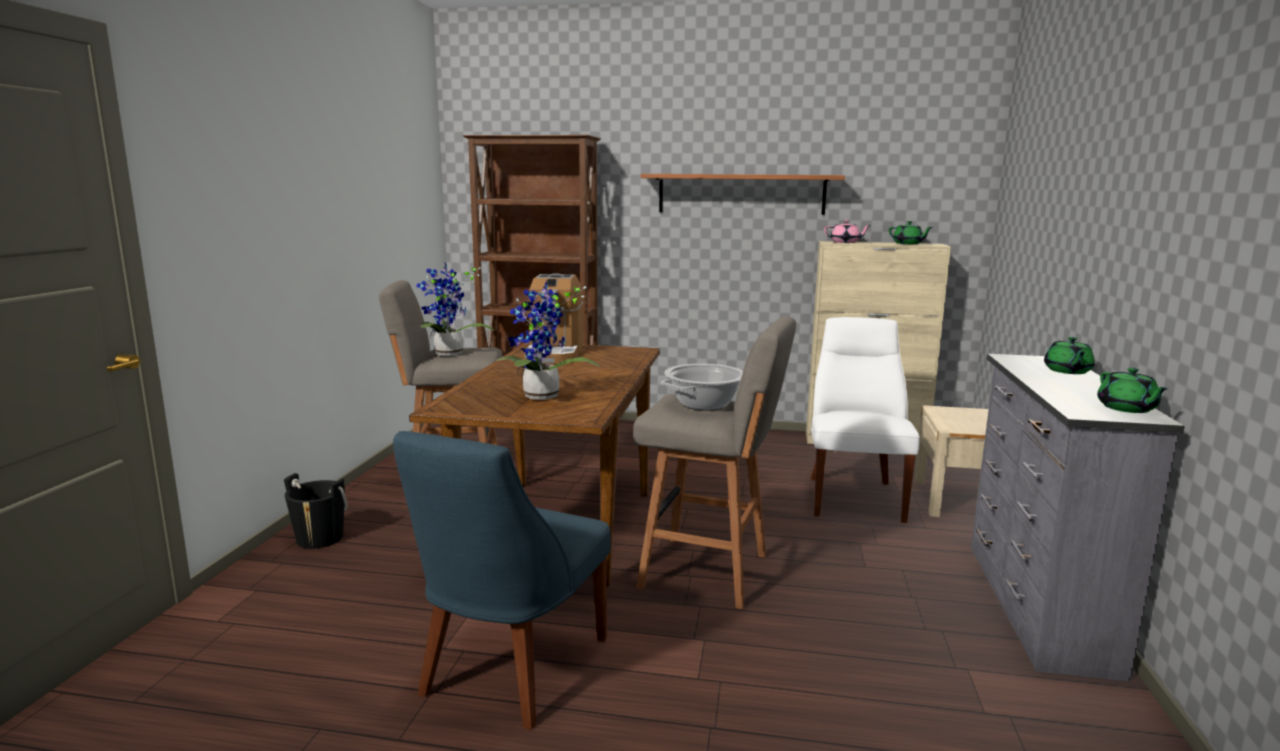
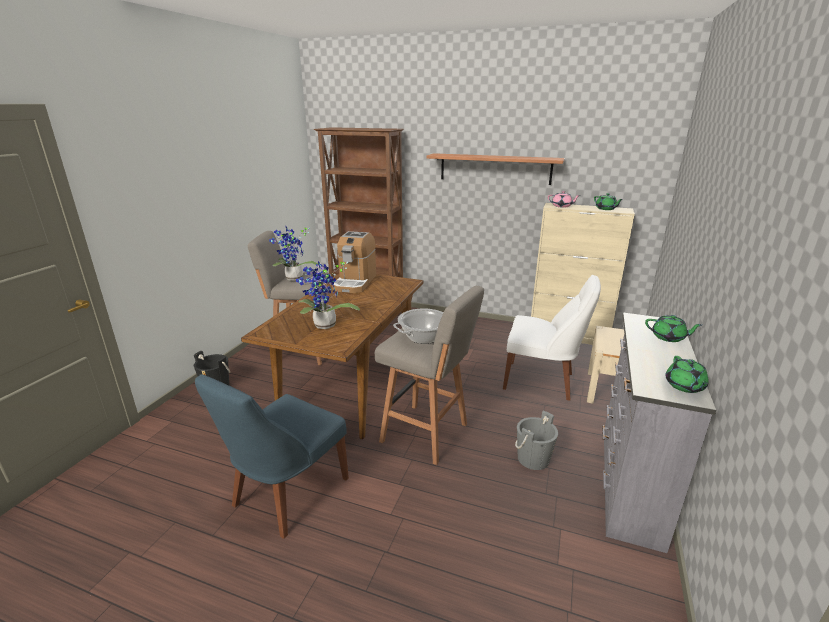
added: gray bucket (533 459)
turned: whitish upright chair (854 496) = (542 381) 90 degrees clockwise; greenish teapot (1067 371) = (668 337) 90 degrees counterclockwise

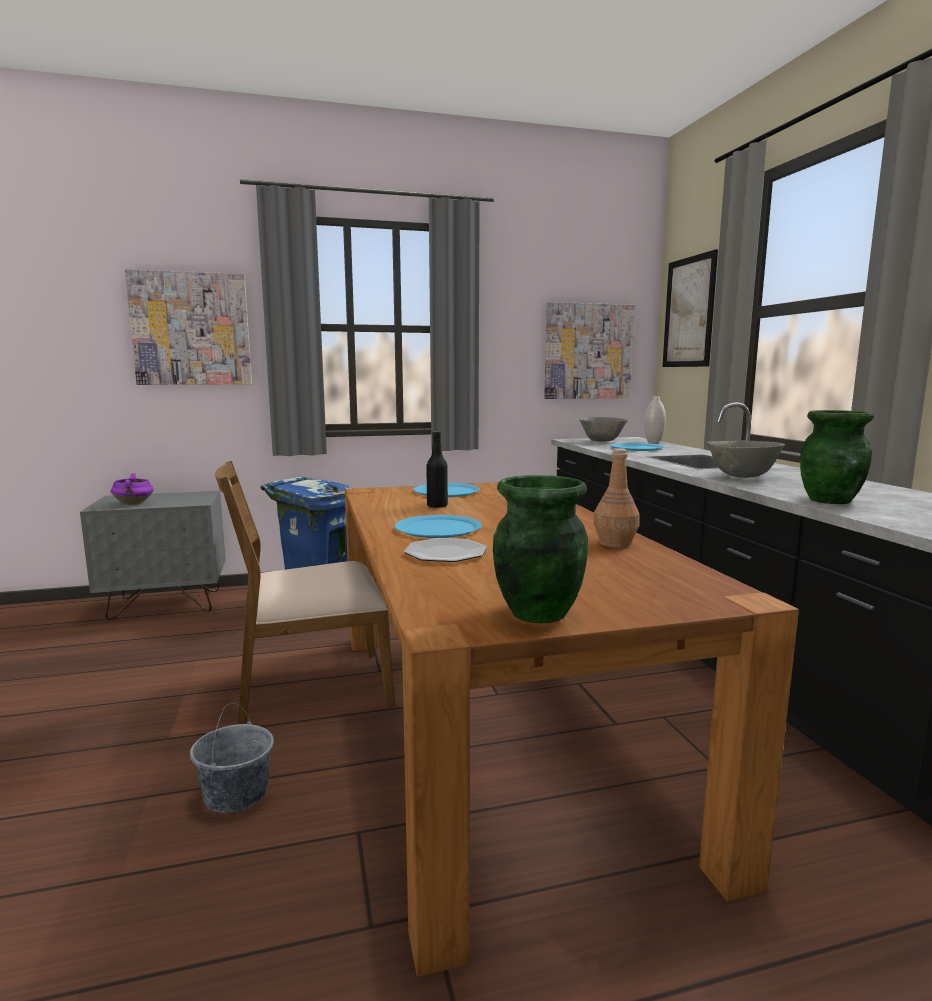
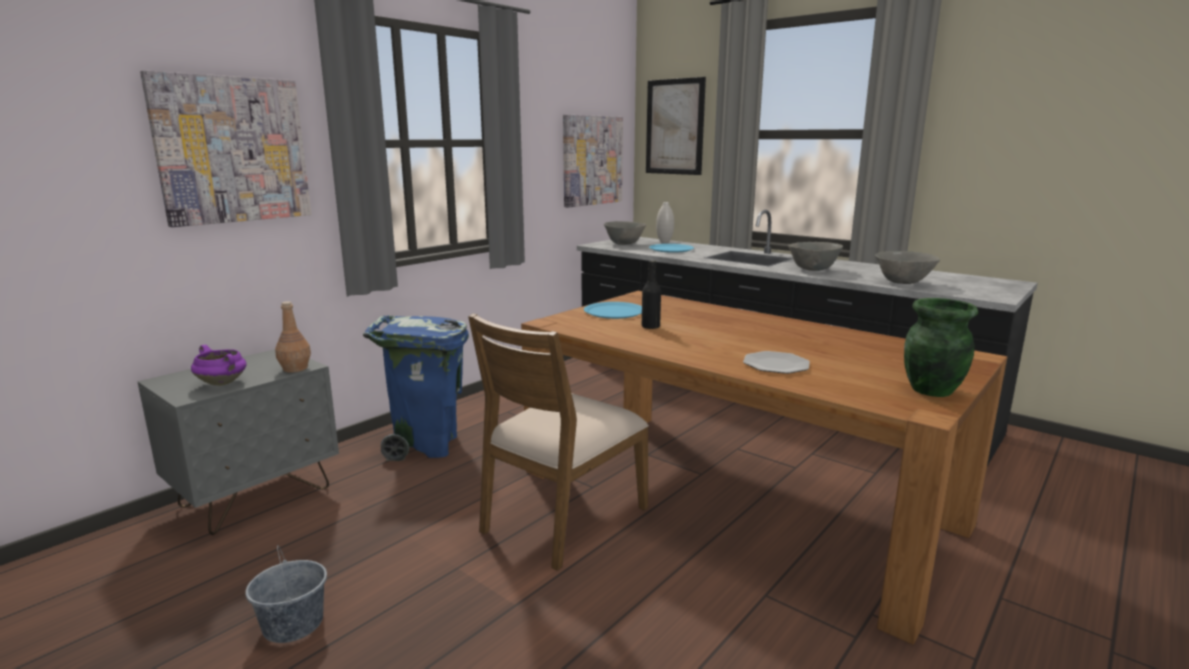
removed: bluish dinner plate (438 528)
moved: gray bucket (236 794) to (293 624); brown-coloured beverage bottle (614 543) to (295 369)
replaced: greenish decorative vase (830 500) to gray bowl (903 283)

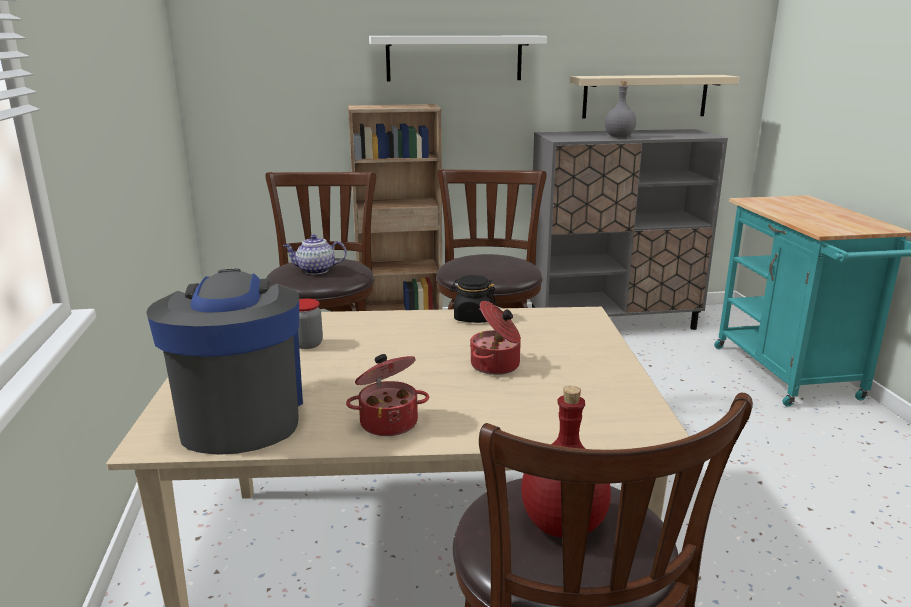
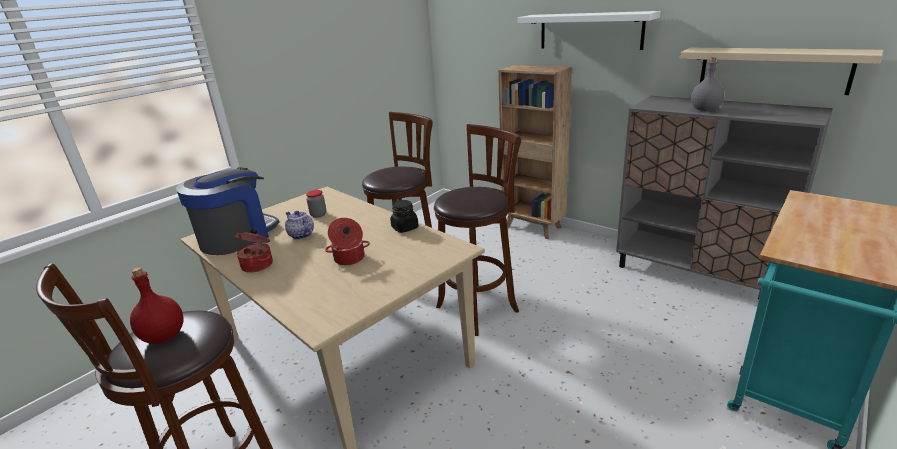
moved: teapot (315 270) to (301 235)

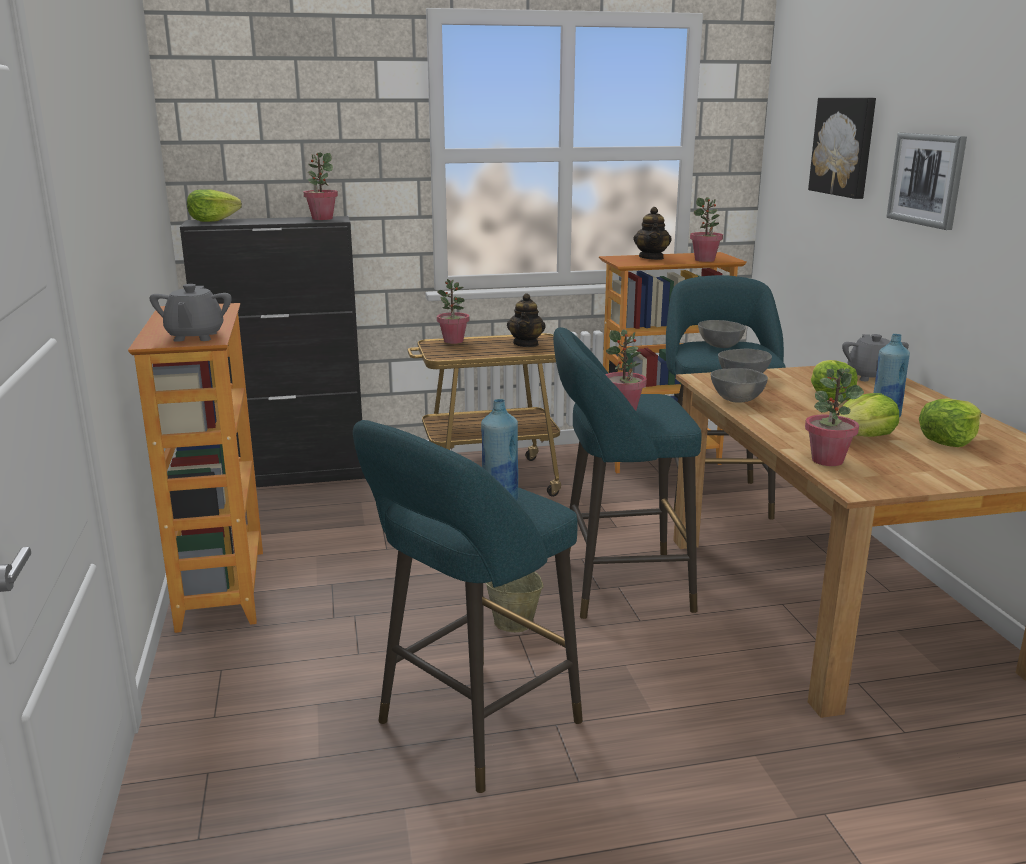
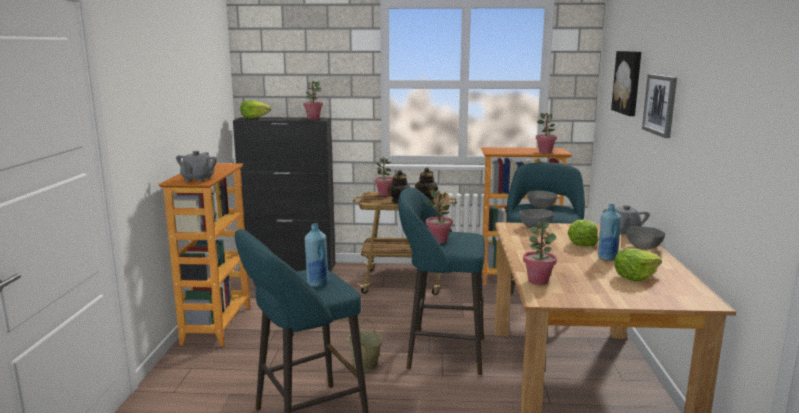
removed: head of lettuce (864 437)
moved: teapot (651 258) to (400 201); gray bowl (736 400) to (642 247)

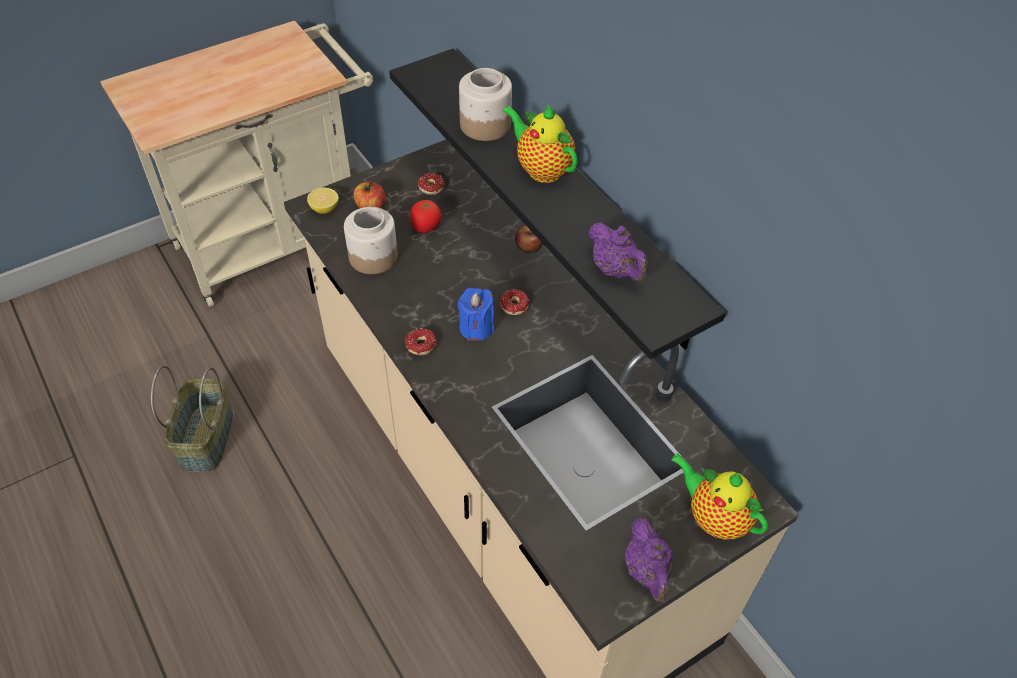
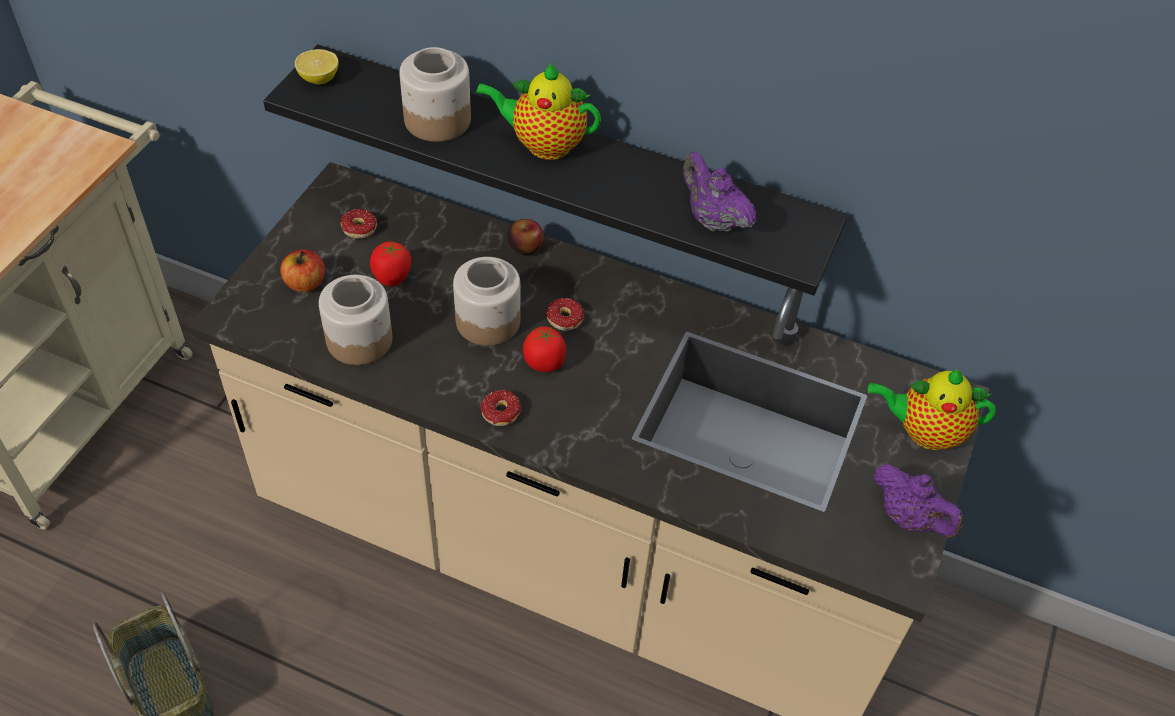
added: jar (488 321)
moved: lemon (324 208) to (319 78)
replaced: bluish candle (476 328) to whole tomato (544 363)
turned: purplish teapot (615 270) = (713 219) 150 degrees counterclockwise

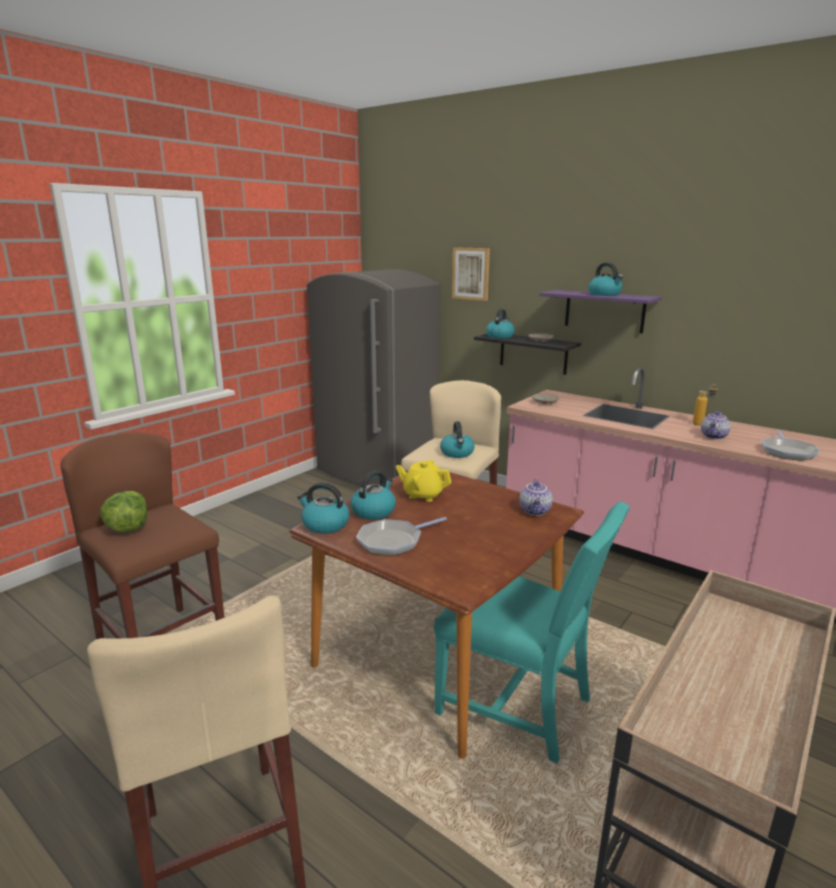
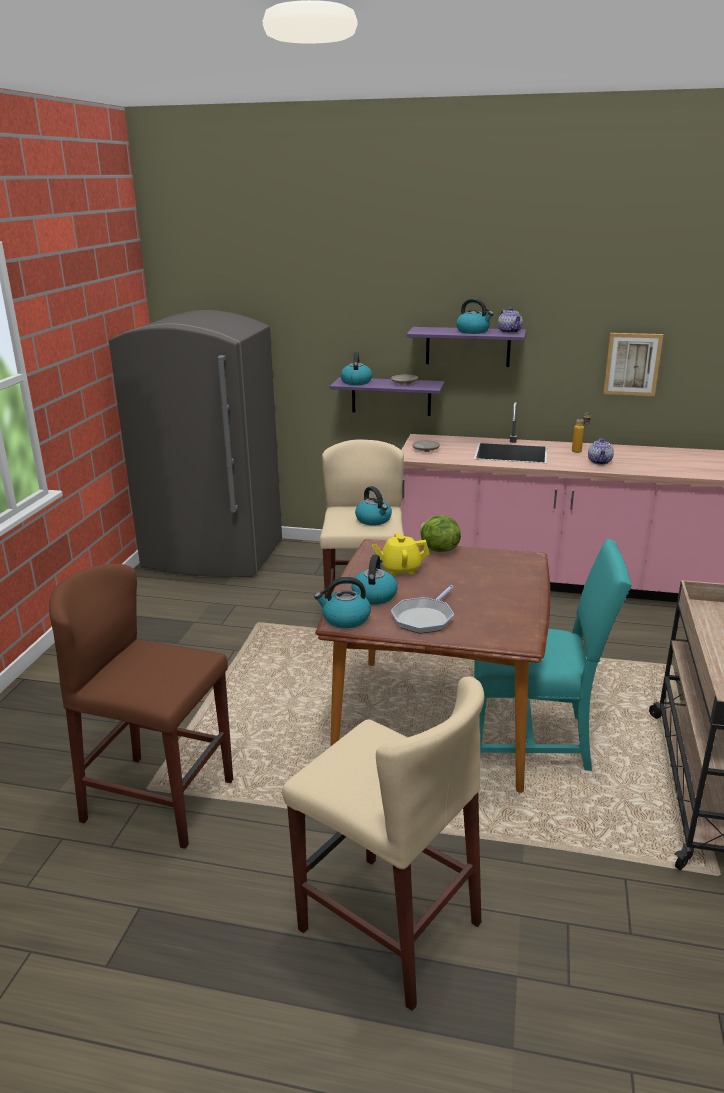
removed: frying pan (787 452)
moved: head of lettuce (127 529) to (438 549); wall art (471 273) to (632 364); teapot (535 511) to (510 332)
recoloured: blackish wall shelf (533 353) to purplish wall shelf (391 396)

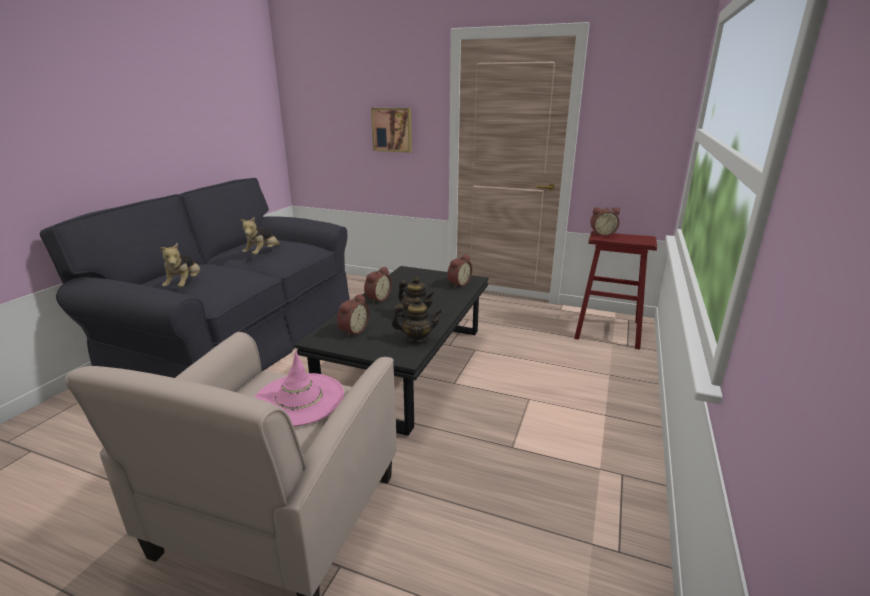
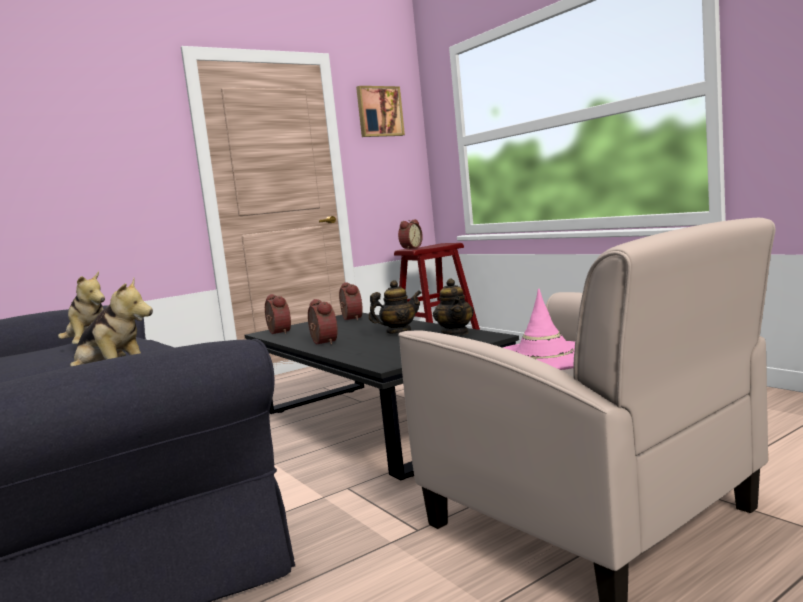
moved: bedside clock (352 331) to (277 333); wall art (392 129) to (379 112)
turned: teapot (417 339) = (455 333) 135 degrees clockwise

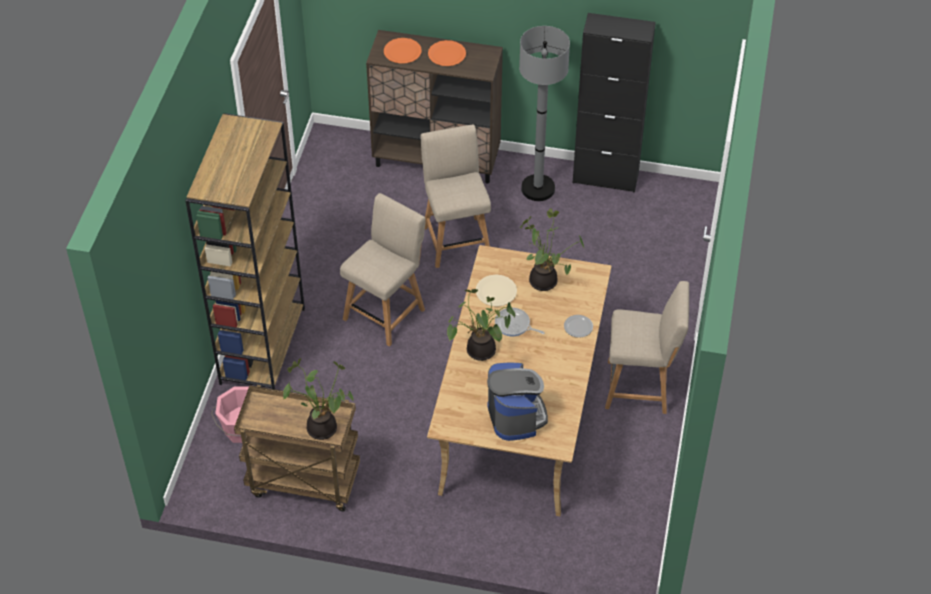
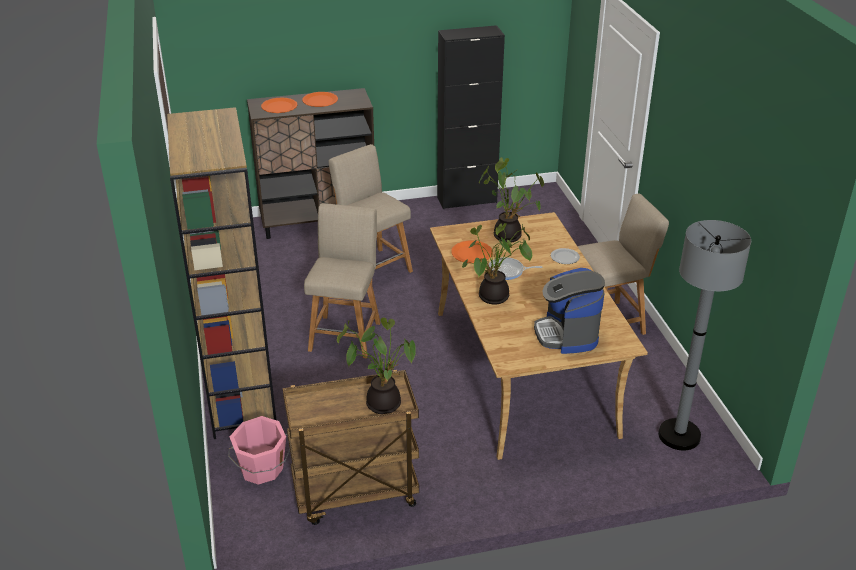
moved: gray standing lamp (538 189) to (679 436)
recoloured: beige-coloured dinner plate (496 291) to orangey dinner plate (472 253)
turned: coffee brewer (515 416) = (567 334) 150 degrees counterclockwise

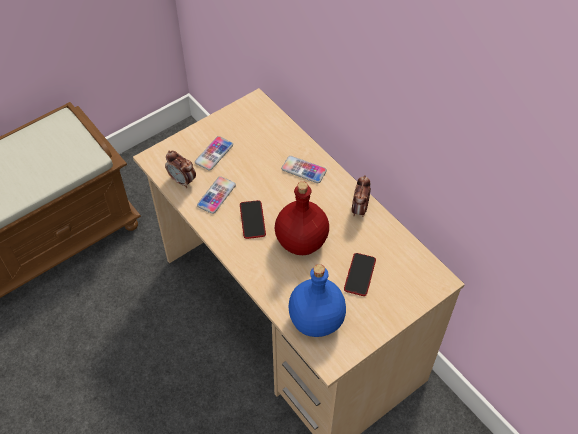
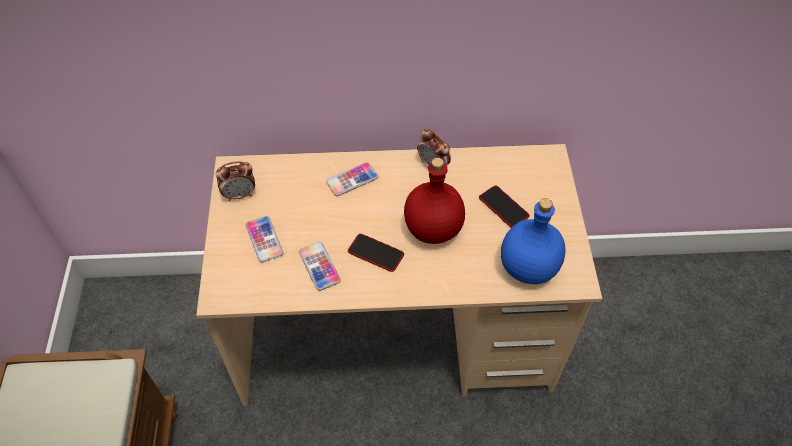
moved: bedside clock (182 181) to (240 194)

